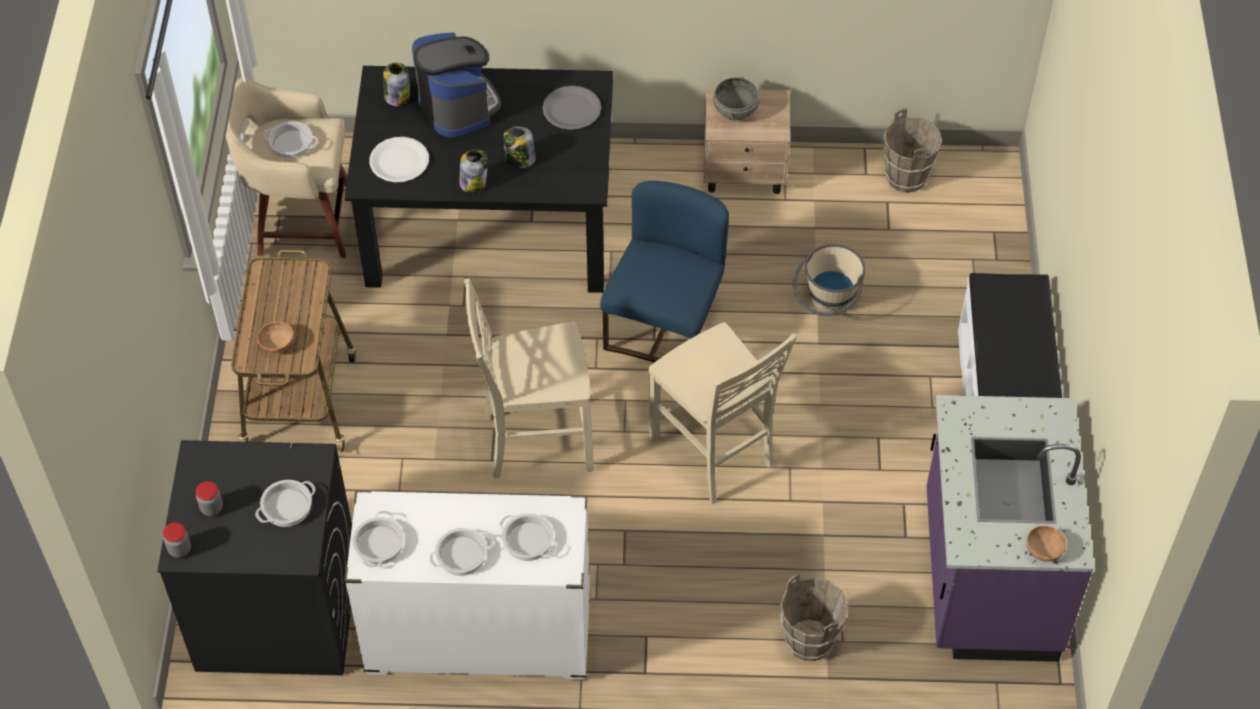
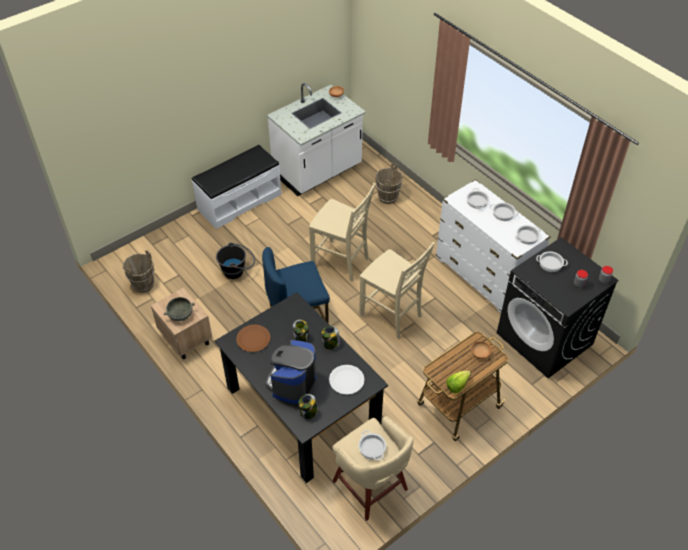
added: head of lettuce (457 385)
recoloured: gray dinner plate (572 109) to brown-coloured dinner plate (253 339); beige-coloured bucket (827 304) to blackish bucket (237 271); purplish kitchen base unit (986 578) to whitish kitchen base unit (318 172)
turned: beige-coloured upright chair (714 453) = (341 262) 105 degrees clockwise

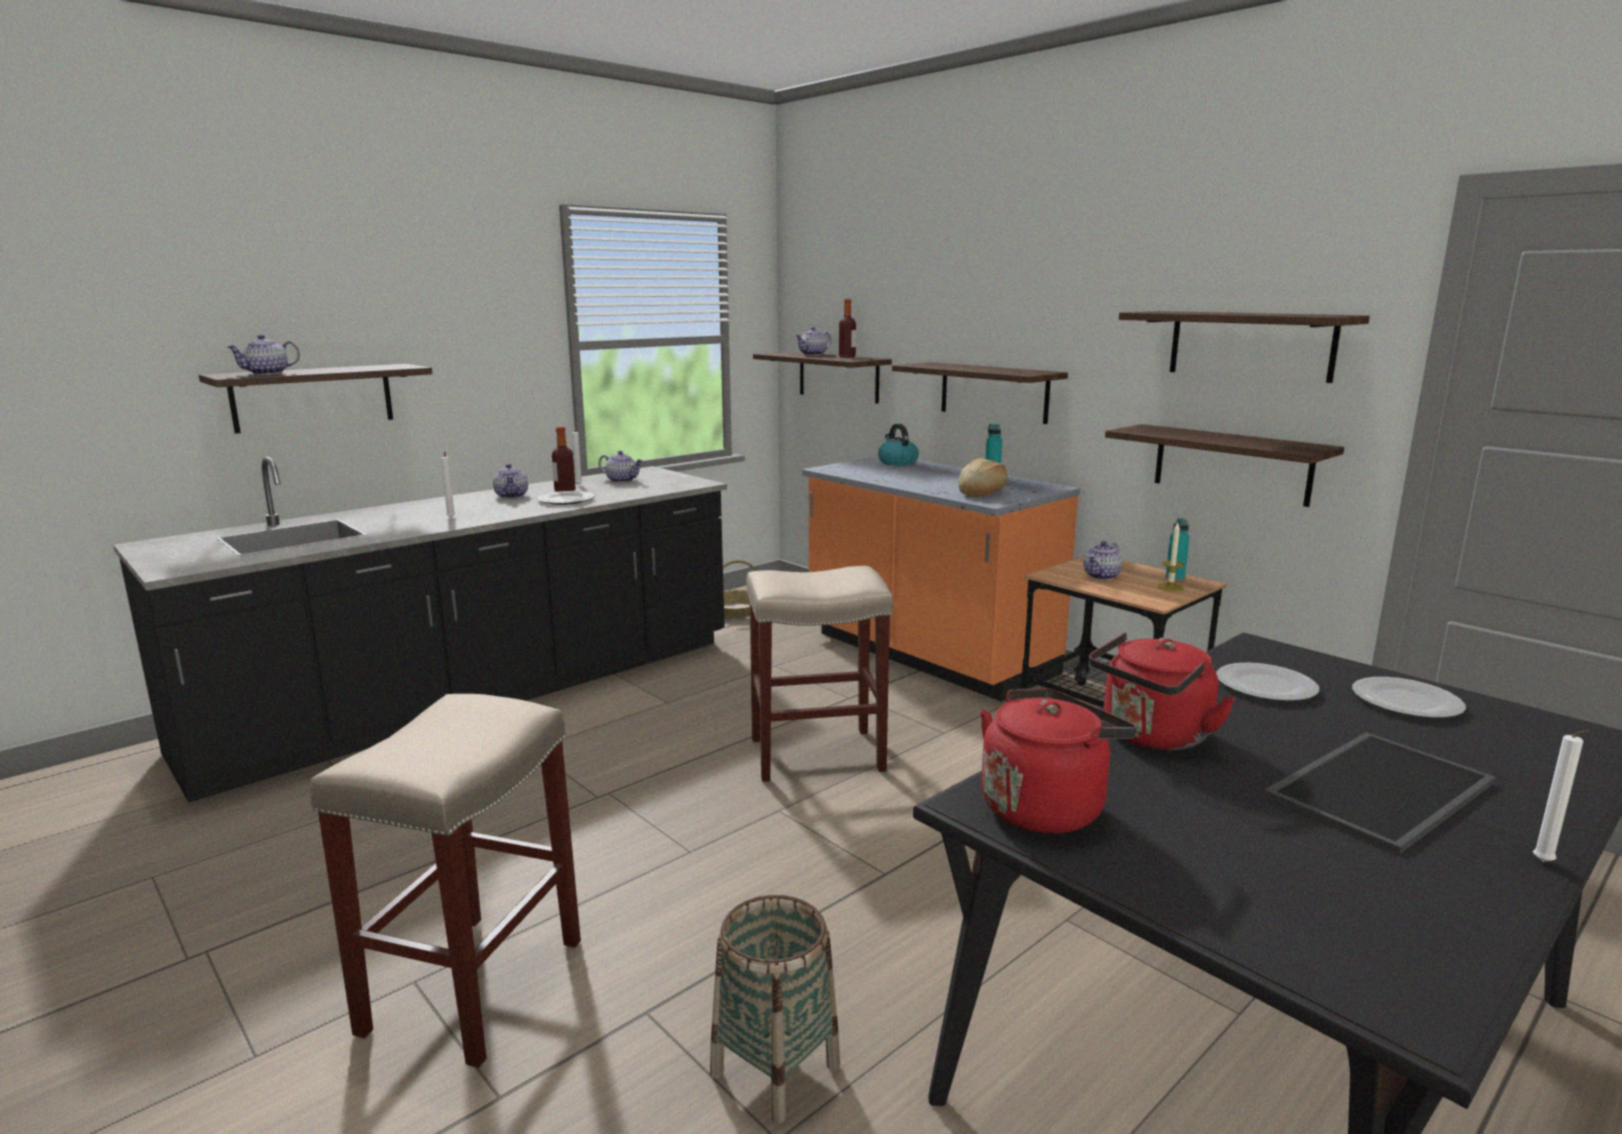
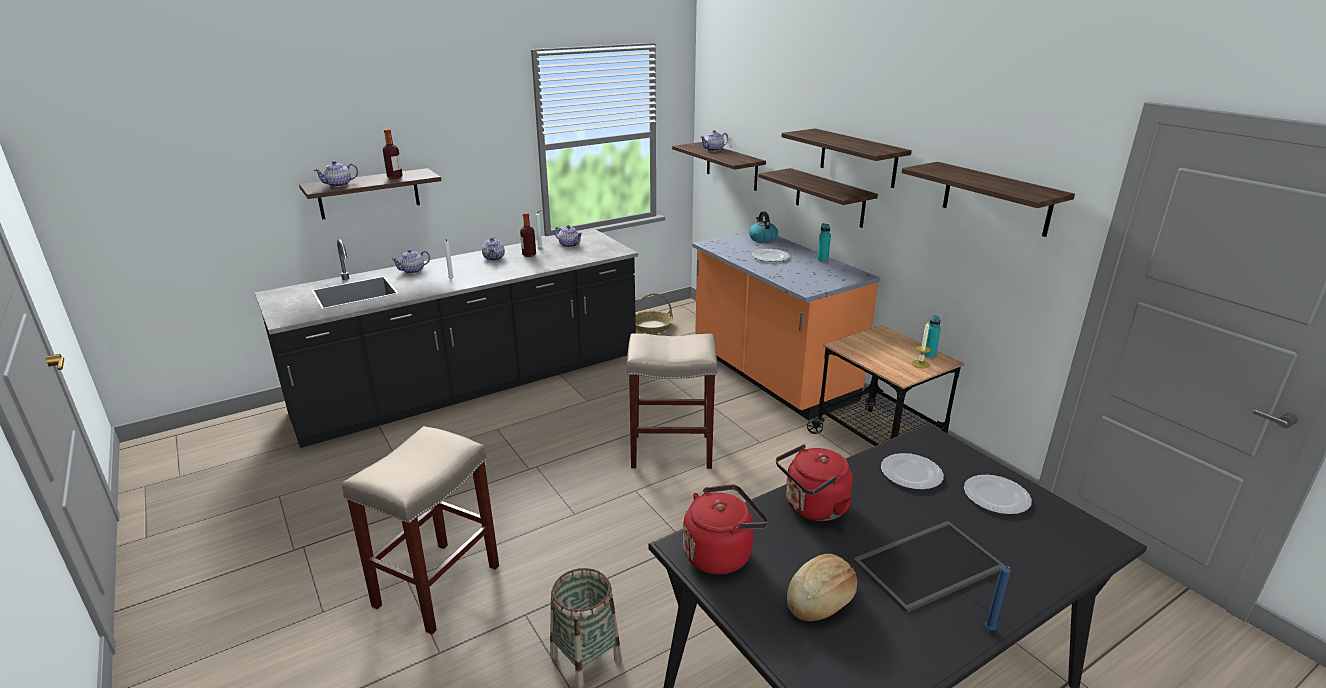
moved: dinner plate (565 500) to (770 257); beverage bottle (847 356) to (395 177); bread (982 493) to (821 599); teapot (1102 576) to (412 271); wall shelf (1231 464) to (858 158)
recoloured: whitish candle (1544 863) to bluish candle (989 630)

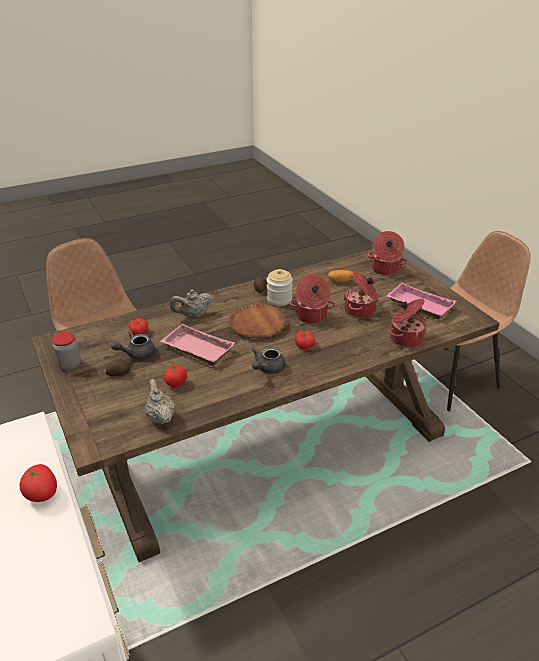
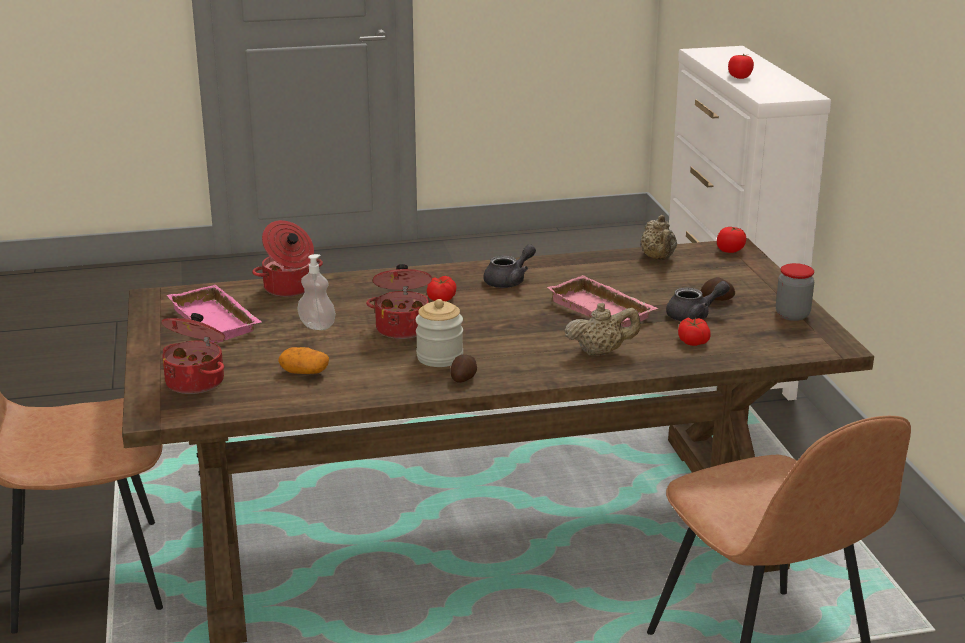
removed: brown-coloured dinner plate (257 325)
moved: whole tomato (176 383) to (730 250)
replaced: cooking pot (360 310) to liquid soap bottle (317 326)

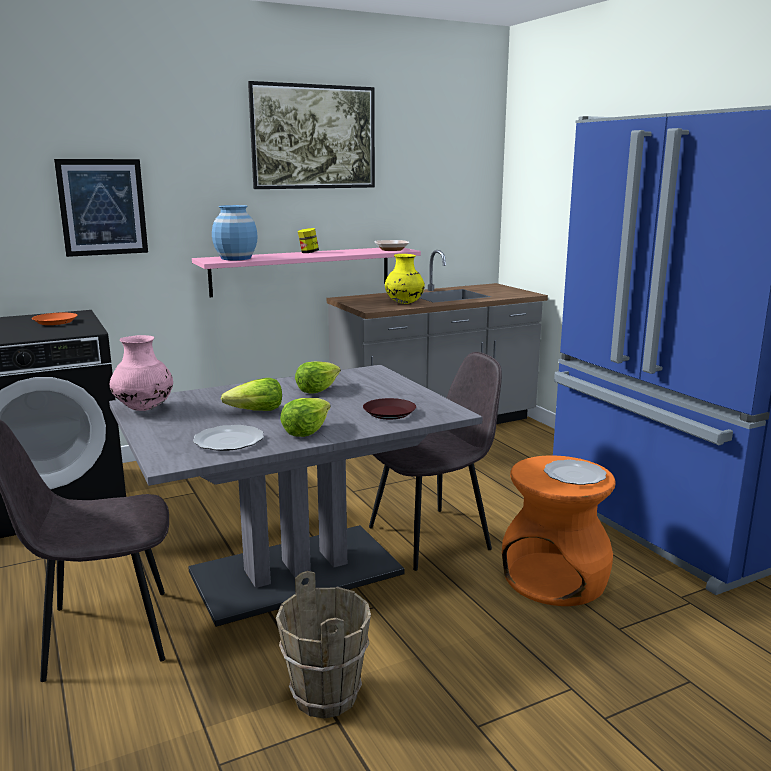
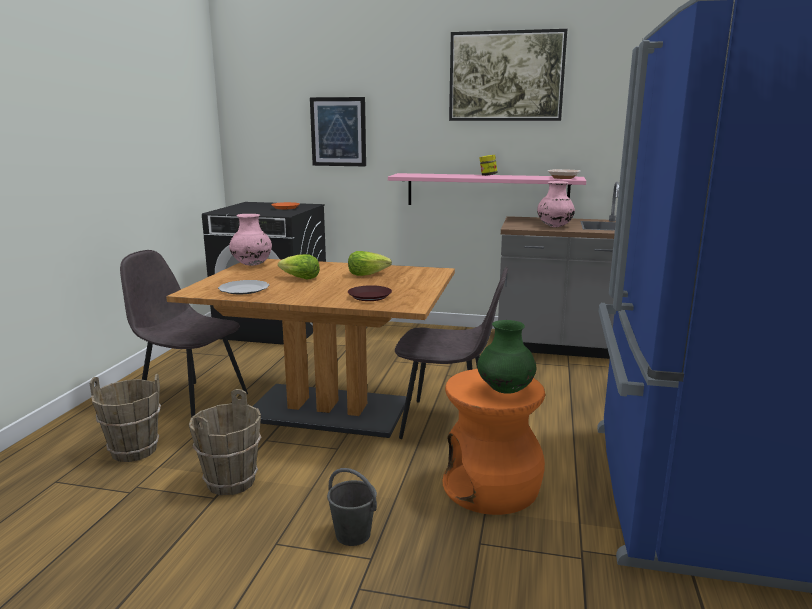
removed: bluish decorative vase (236 258); head of lettuce (306 431)
added: brown-coloured bucket (134 451); gray bucket (352 534)
replaced: dinner plate (575 475) to greenish decorative vase (505 391)
recoloured: gray kitchen table (296 573) to brown-coloured kitchen table (328 410); yellow-coloured decorative vase (404 303) to pink decorative vase (554 226)

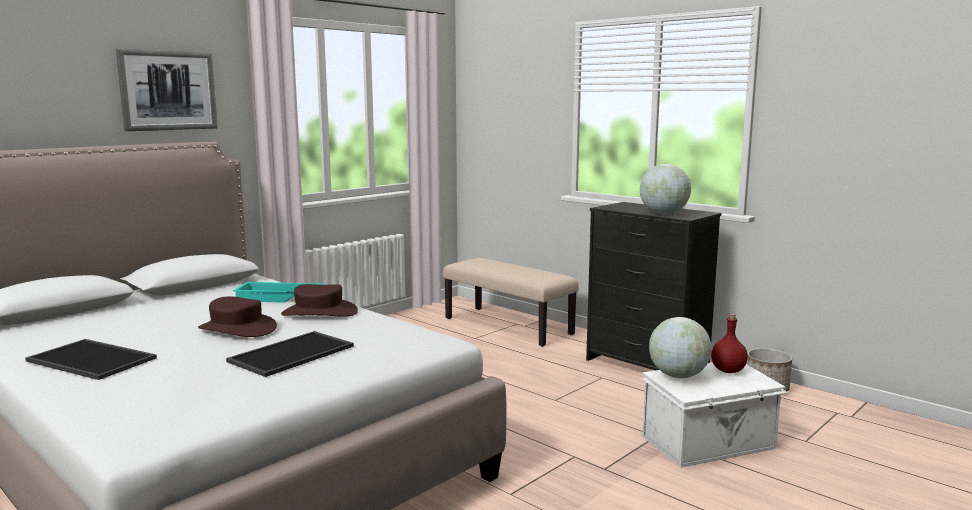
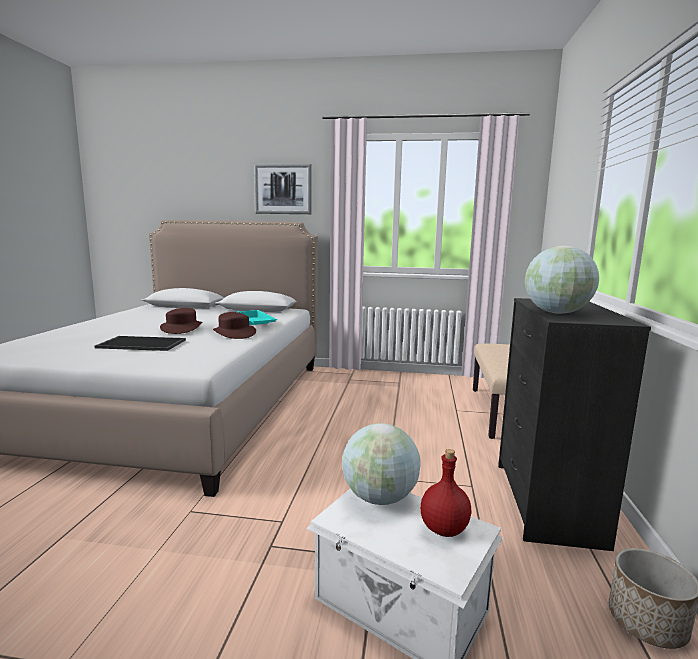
removed: serving tray (89 360)

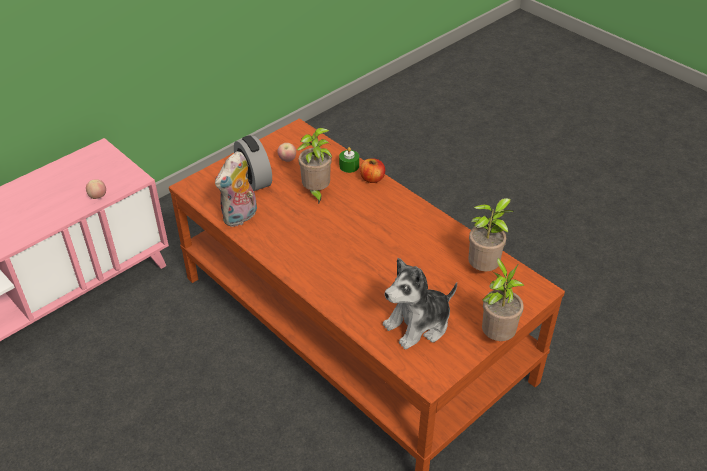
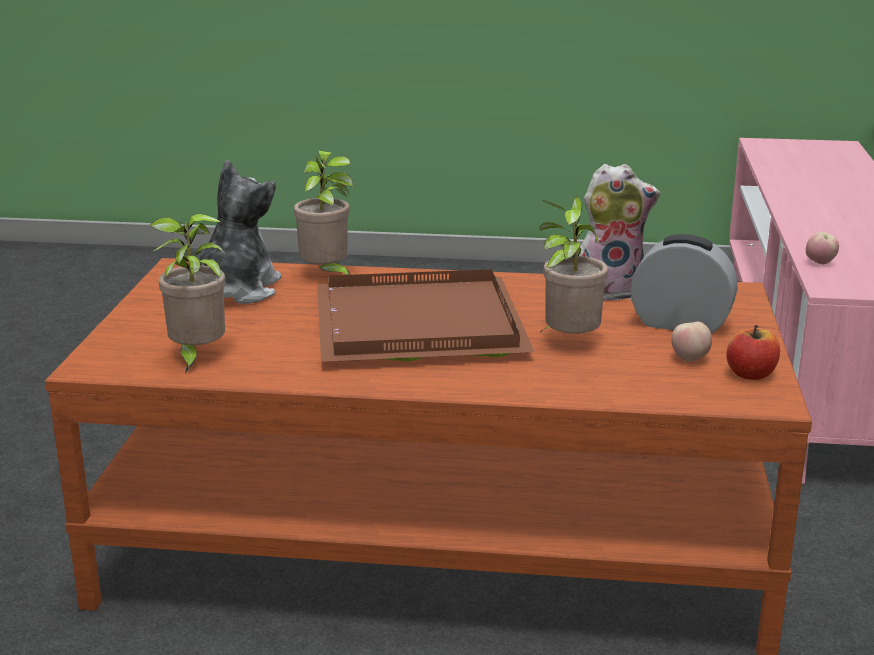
removed: greenish candle (349 166)
added: brown-coloured serving tray (414 323)
moved: apple fruit (372 179) to (751 374); houseplant (496 335) to (326 276)
turned: cuddly toy (240 217) = (610 290) 90 degrees clockwise

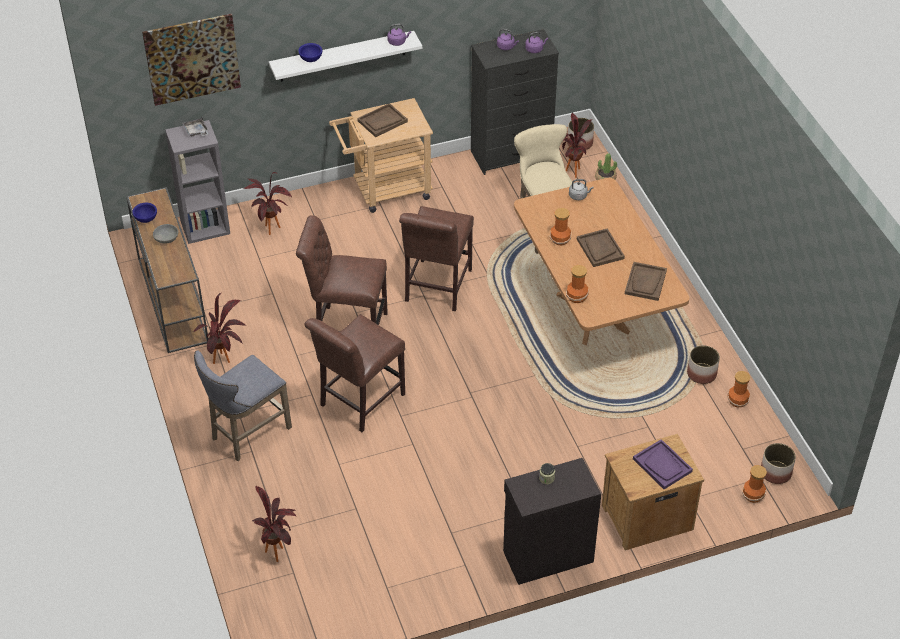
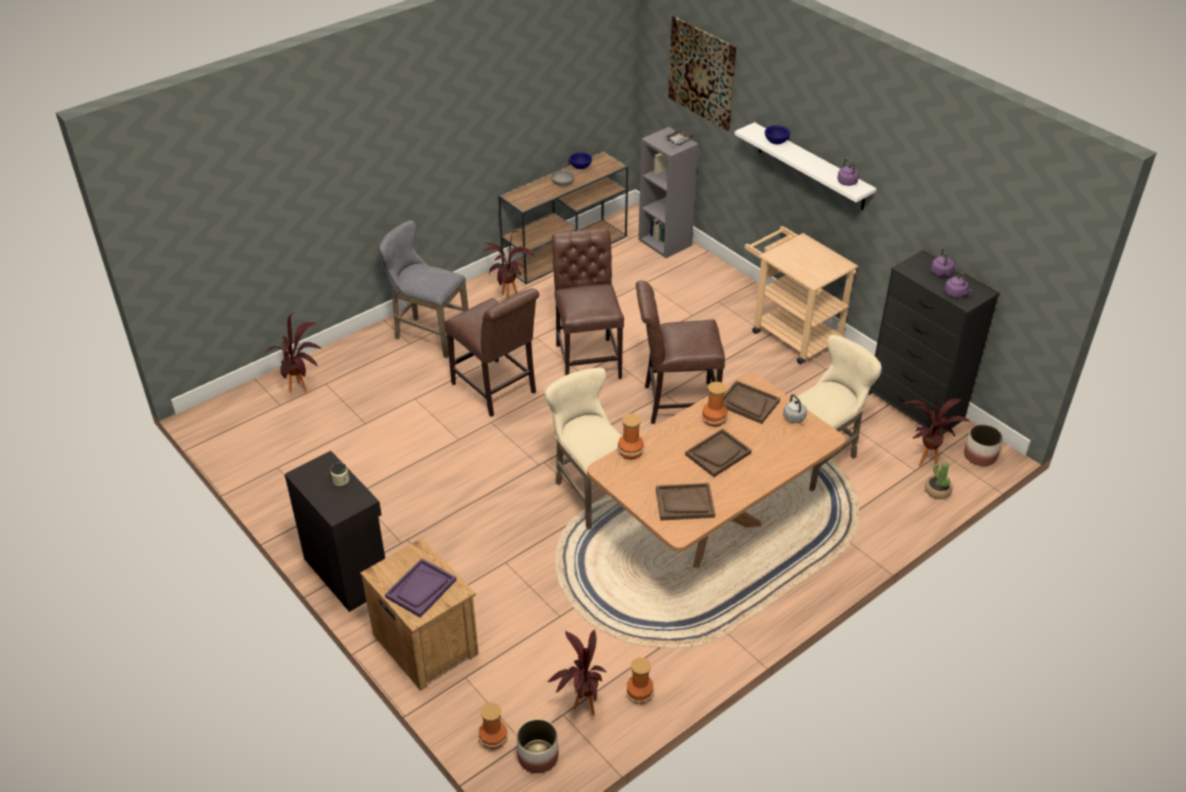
removed: planter (701 374)
added: beige-coloured stool seat (590 493)
moved: houseplant (271 232) to (579 709); brown-coloured serving tray (382 121) to (748 403)
turned: brown-coloured upright chair (358 402) = (496 390) 150 degrees counterclockwise

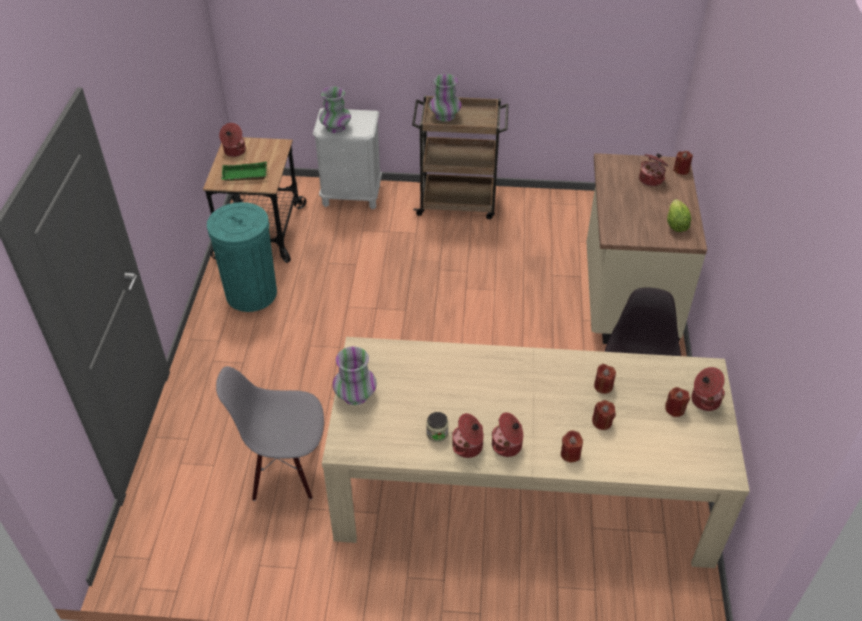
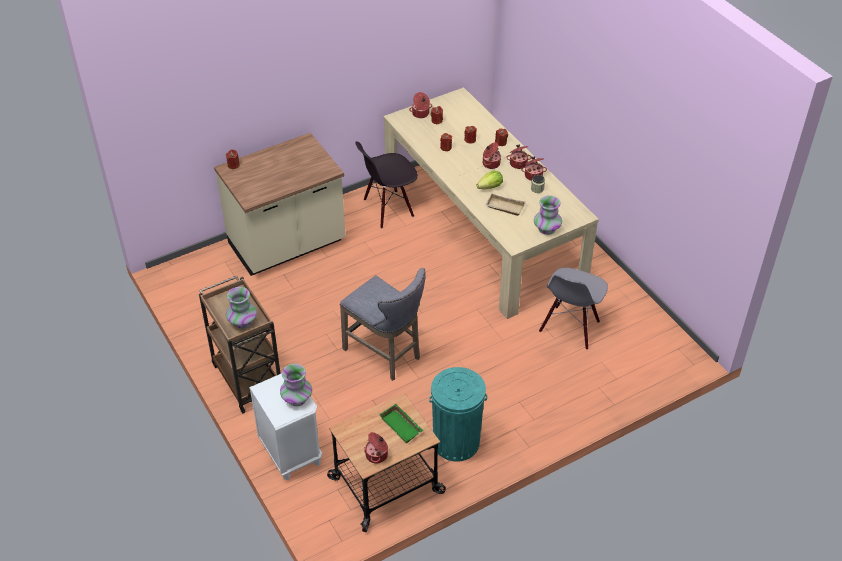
added: gray stool seat (385 355); beige-coloured serving tray (504 207)
moved: cooking pot (651 179) to (490 163); head of lettuce (676 224) to (490 187)
turned: gray upright chair (286 470) = (570 327) 60 degrees clockwise

